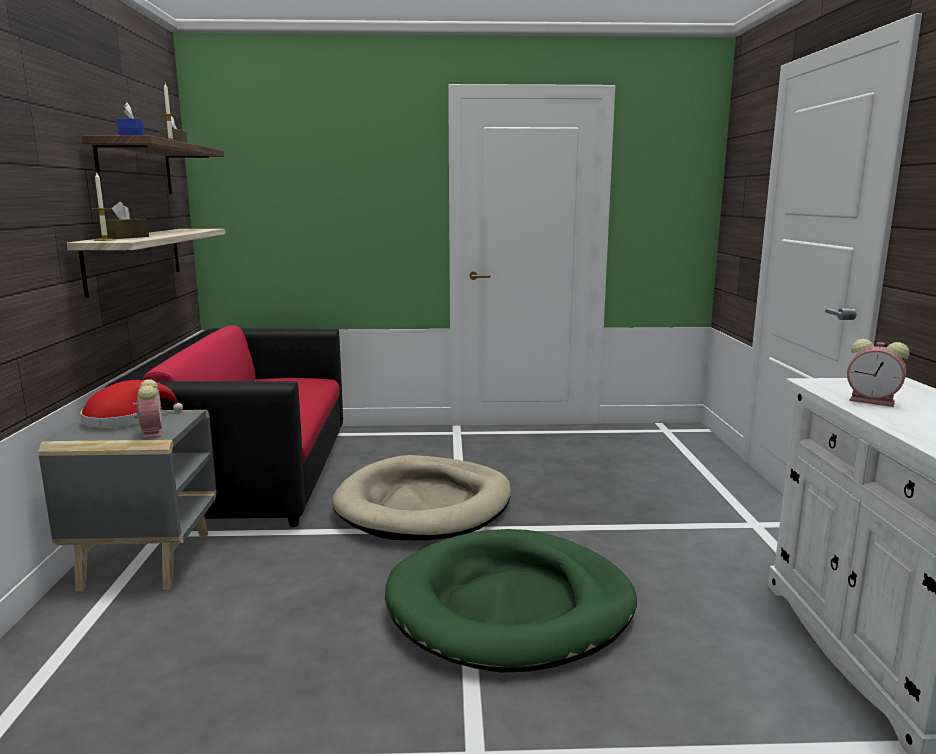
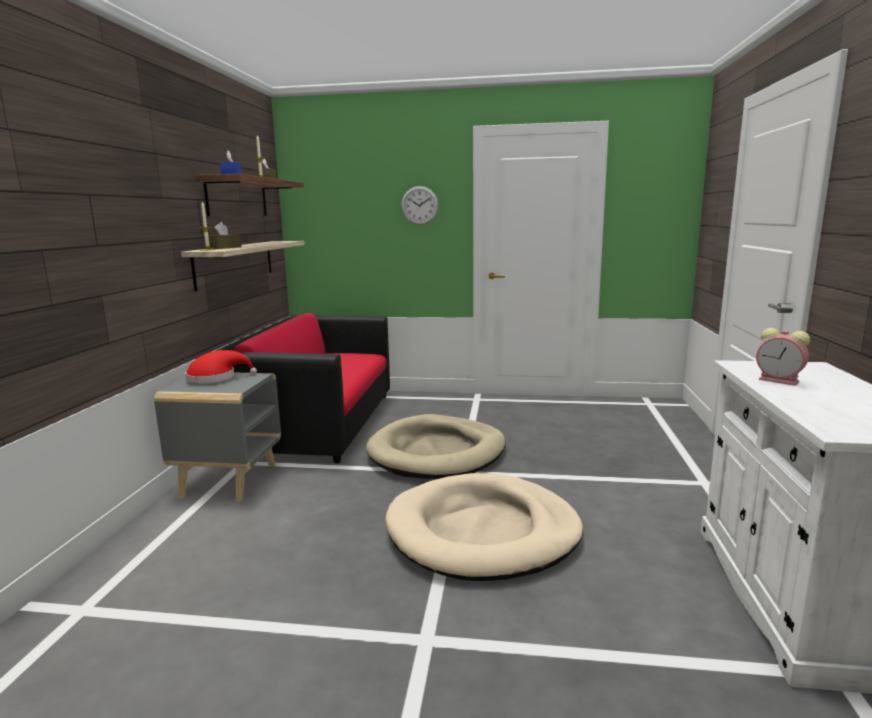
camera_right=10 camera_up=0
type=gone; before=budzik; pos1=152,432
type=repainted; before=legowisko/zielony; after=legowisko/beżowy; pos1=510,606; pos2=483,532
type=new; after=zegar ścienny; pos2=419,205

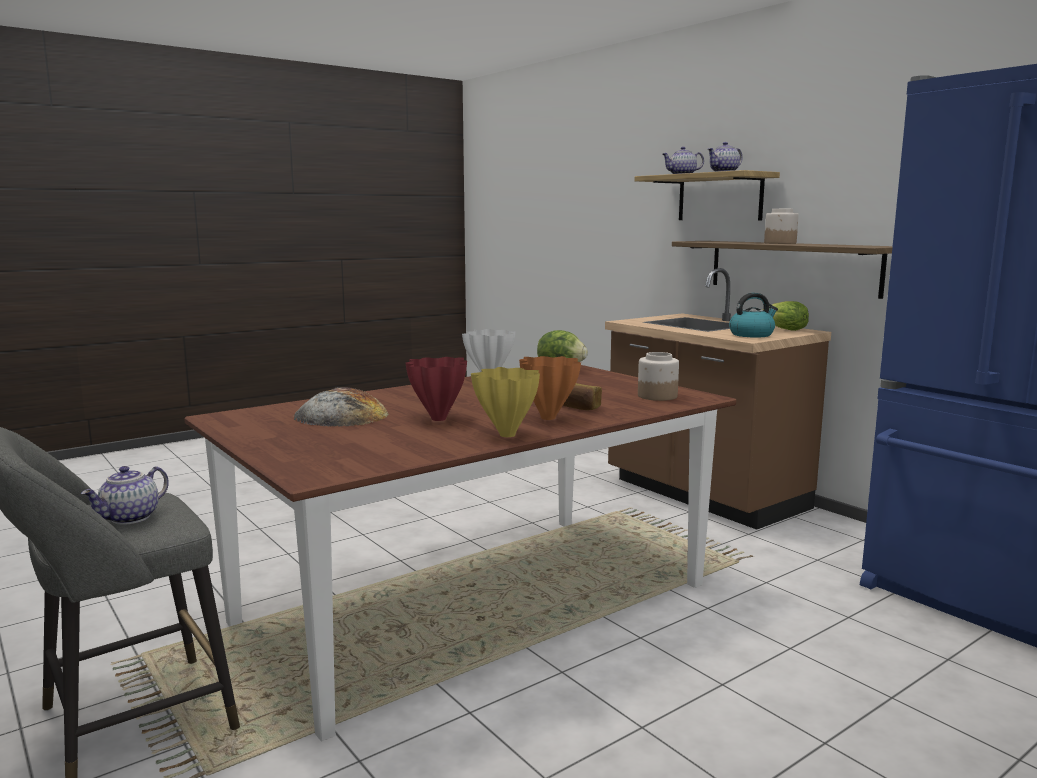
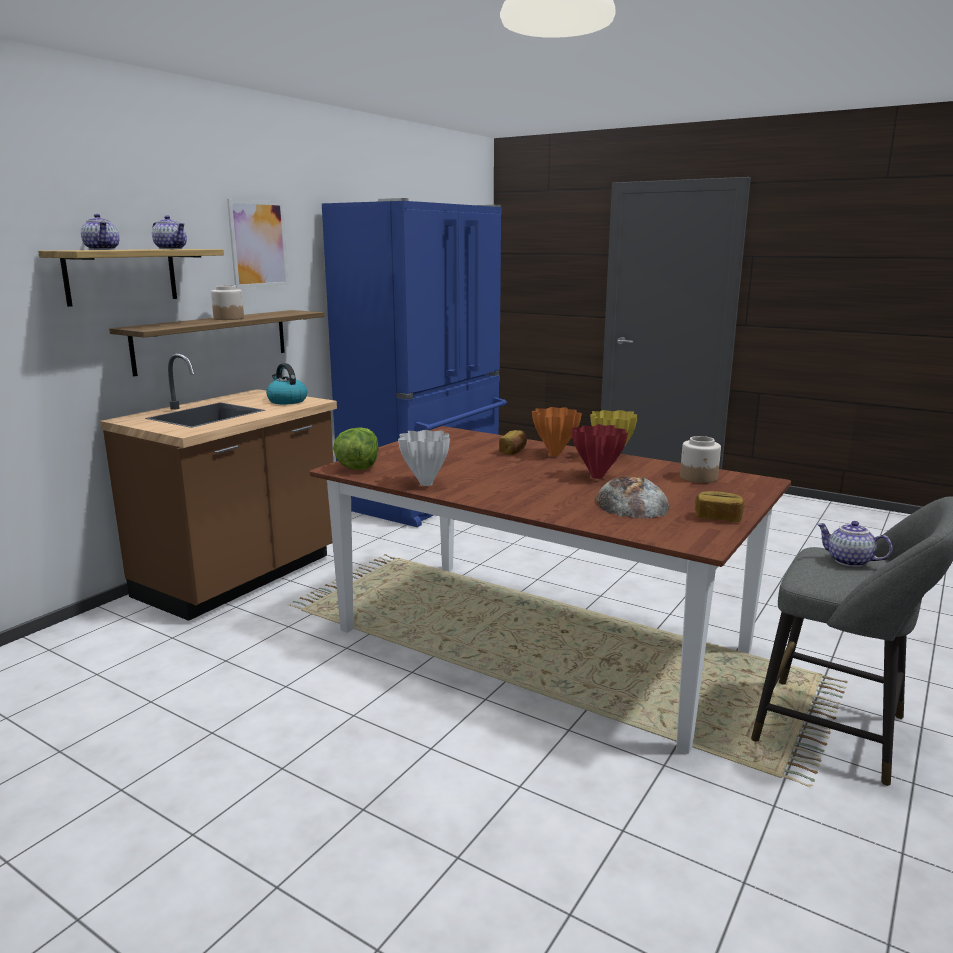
camera_right=-110 camera_up=5
type=rotated; before=imbryk; pos1=130,518; pos2=848,561; turn=-150
type=shifted; before=słoik; pos1=657,396; pos2=699,477
type=gone; before=sałata; pos1=784,329
type=new; after=obraz; pos2=258,244
type=new; after=chleb; pos2=718,518

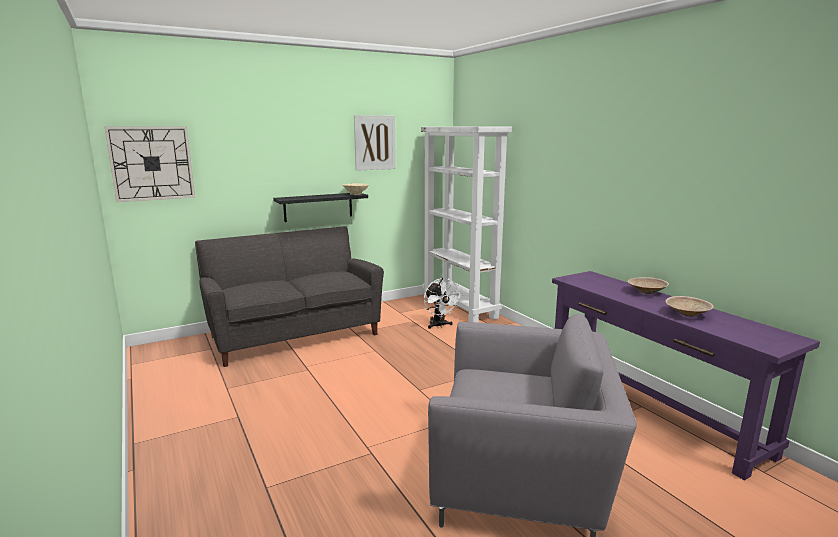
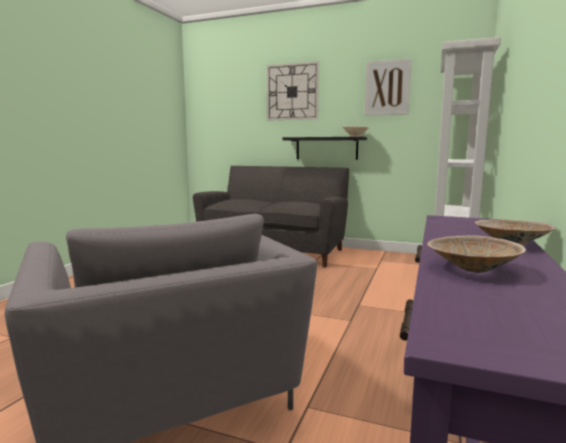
camera_right=50 camera_up=-5
type=shifted; before=zegar ścienny; pos1=152,163; pos2=292,92
type=gone; before=wentylator/biały; pos1=439,325

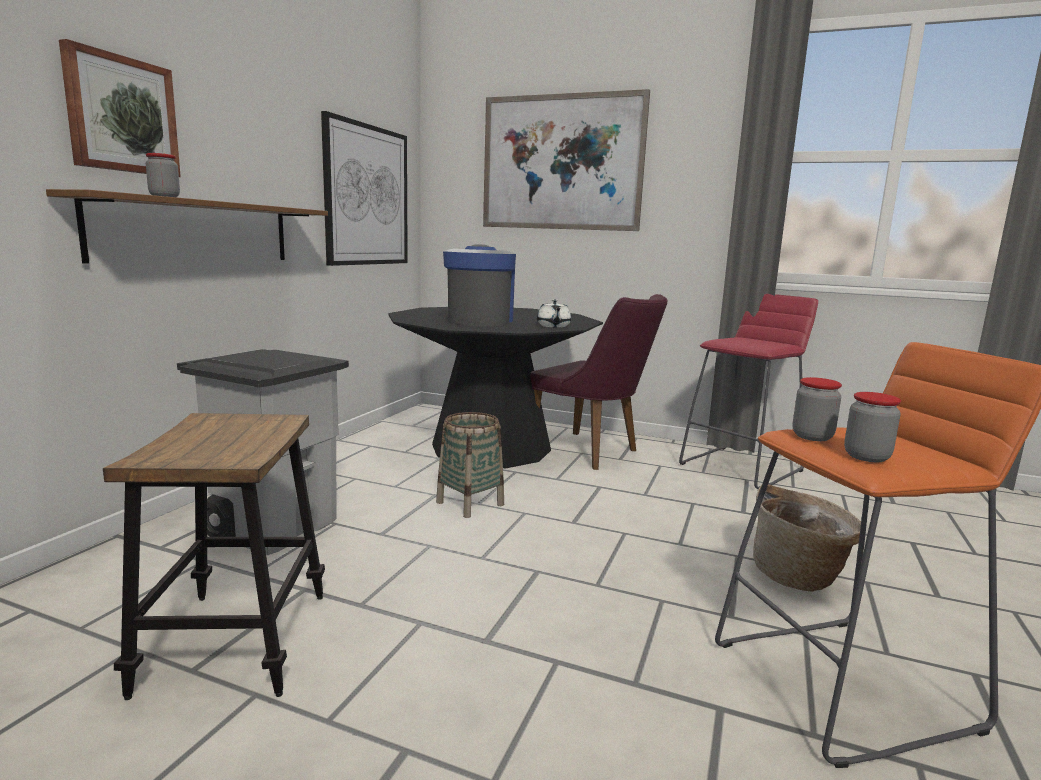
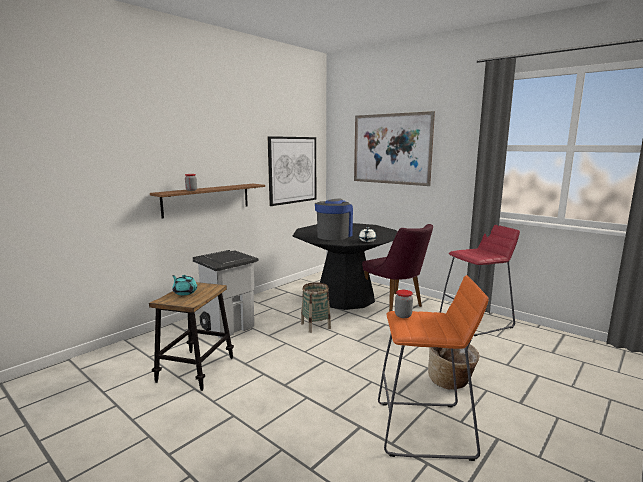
camera_right=20 camera_up=0
type=gone; before=obraz; pos1=121,115
type=gone; before=słoik; pos1=866,457
type=new; after=imbryk/turkusowy; pos2=185,292

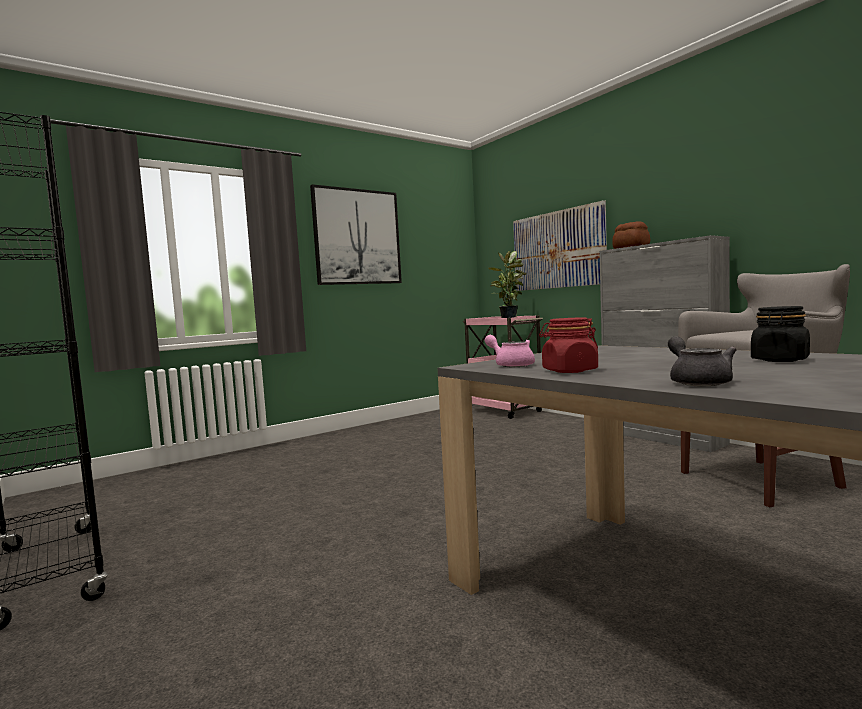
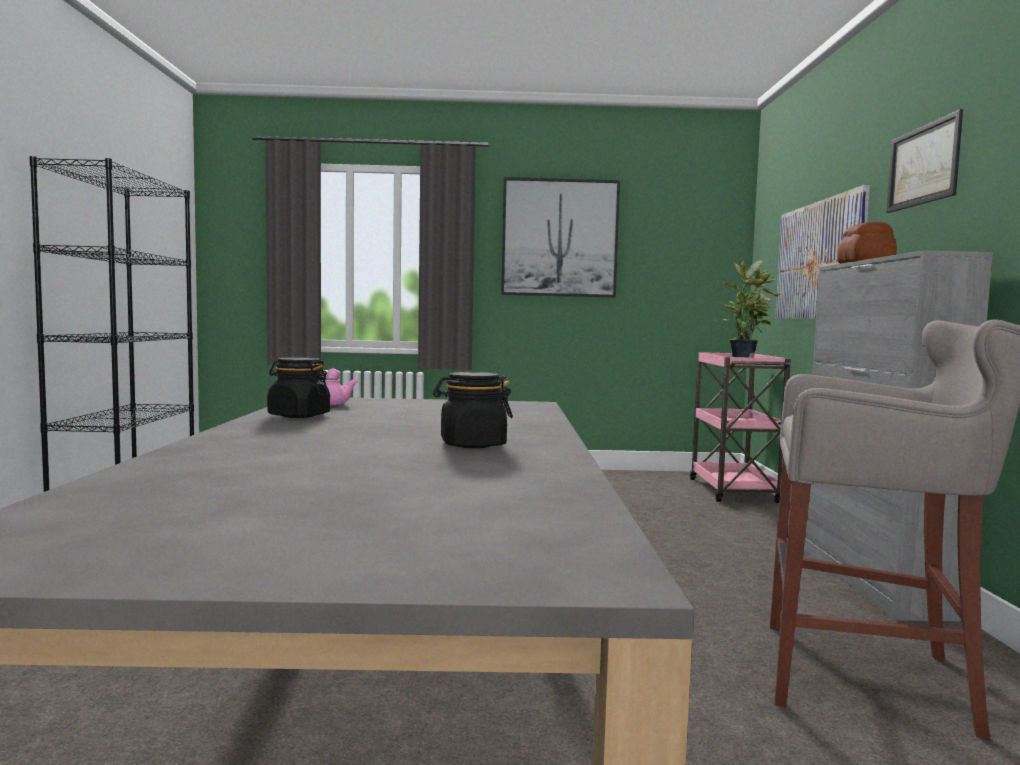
camera_right=35 camera_up=0
type=repainted; before=słoik/czerwony; after=słoik/czarny; pos1=569,371; pos2=298,415
type=gone; before=imbryk/szary; pos1=697,382
type=new; after=obraz; pos2=923,165

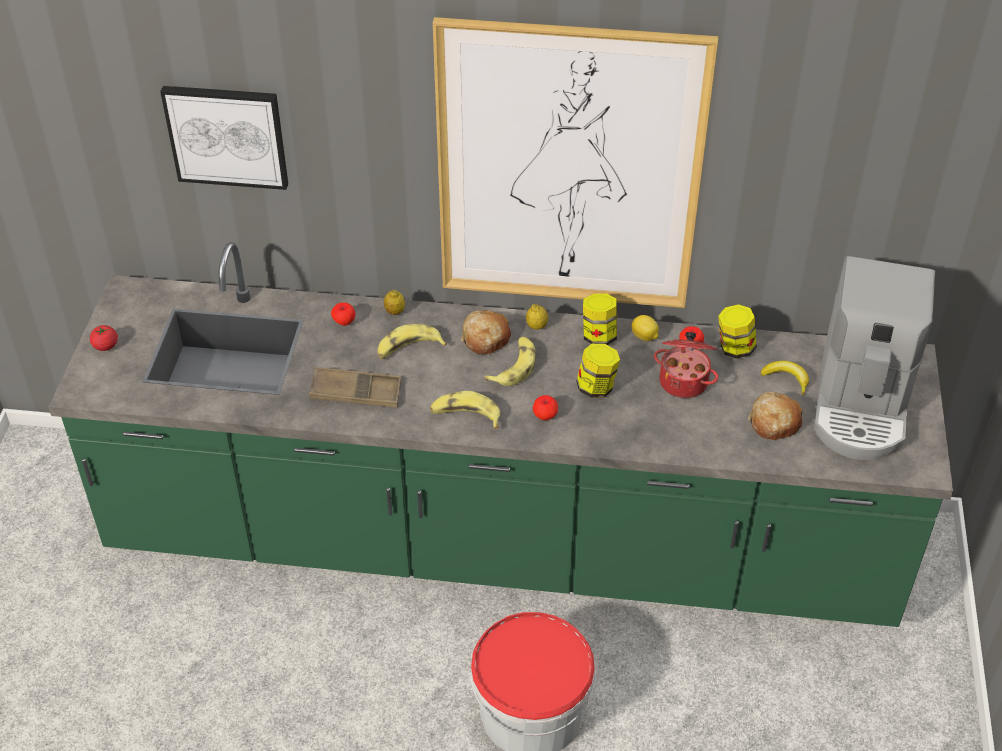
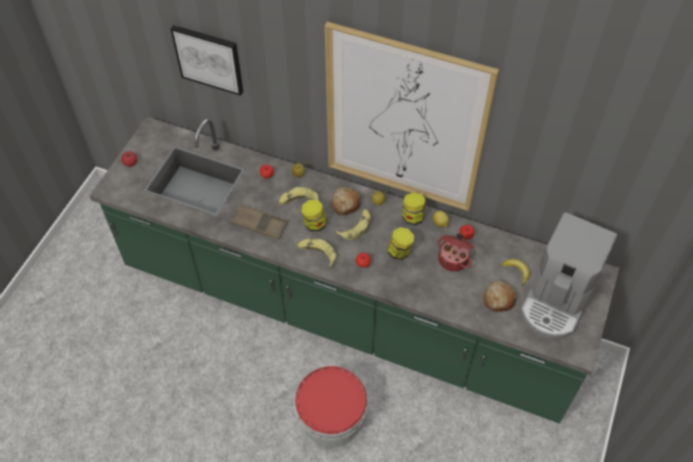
camera_right=15 camera_up=10
type=shifted; before=słoik; pos1=734,348; pos2=314,224

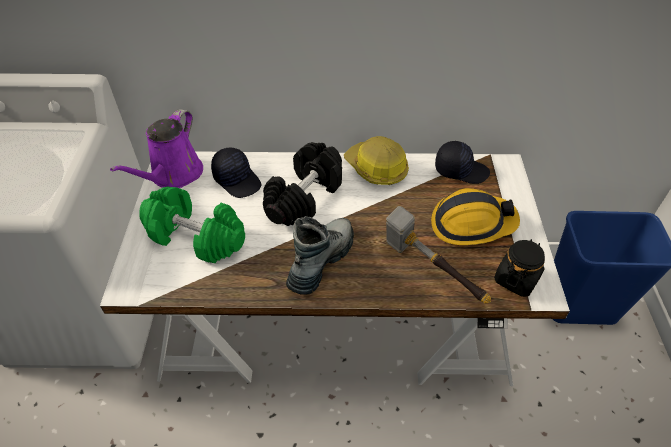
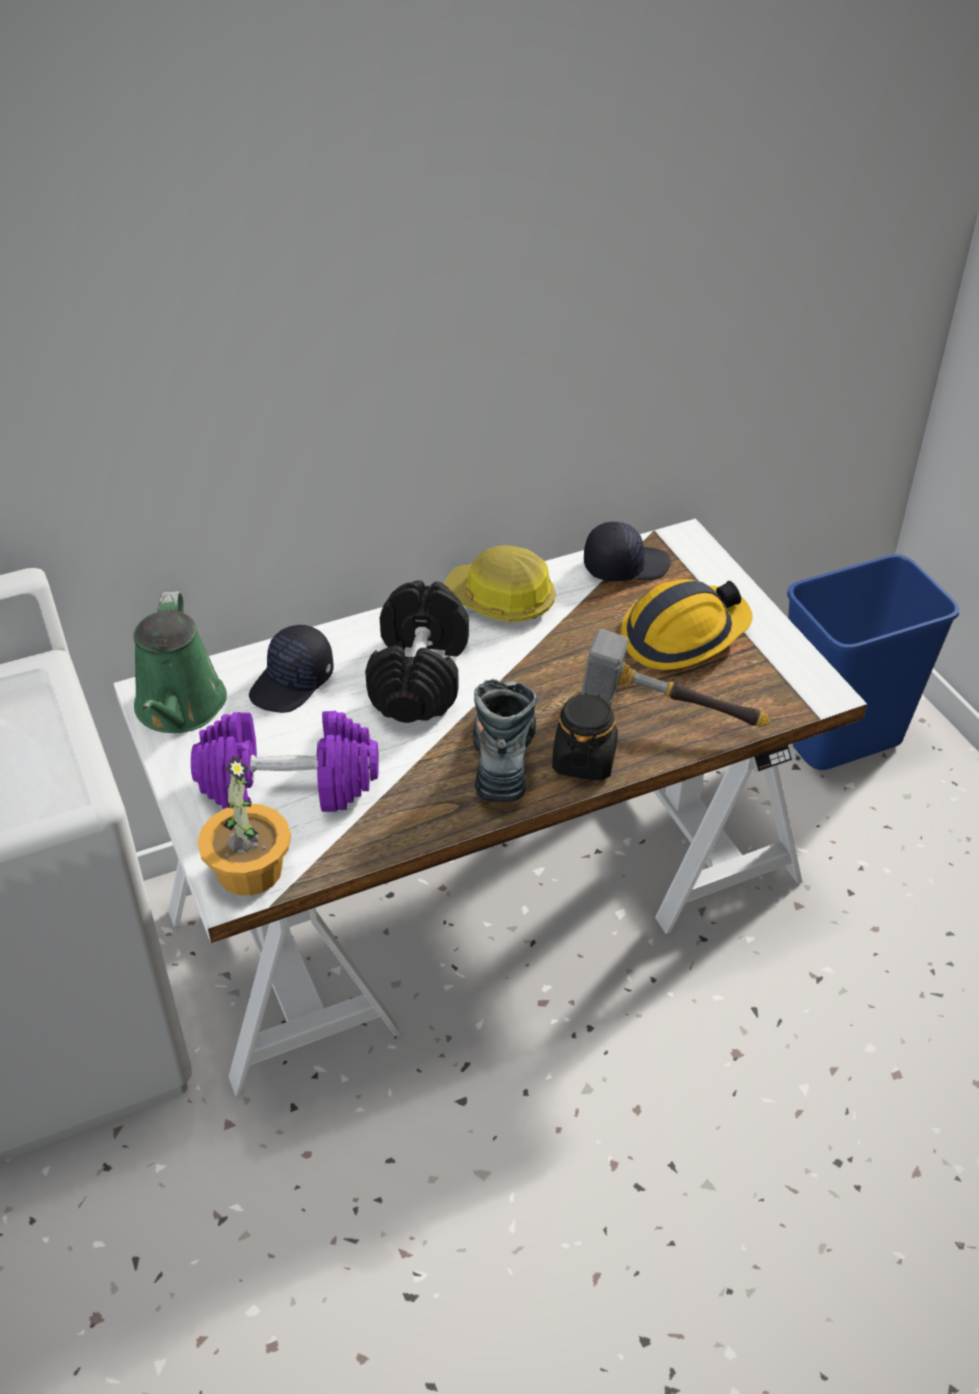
camera_right=-25 camera_up=-5
type=repainted; before=konewka/fioletowy; after=konewka/zielony; pos1=173,175; pos2=179,709
type=repainted; before=hantel/zielony; after=hantel/fioletowy; pos1=197,237; pos2=289,784
type=rotated; before=czapka z daszkiem/czarny; pos1=237,180; pos2=293,683; turn=105
type=shifted; before=słoik/czarny; pos1=516,279; pos2=584,760
type=new; after=roślina doniczkowa; pos2=248,870

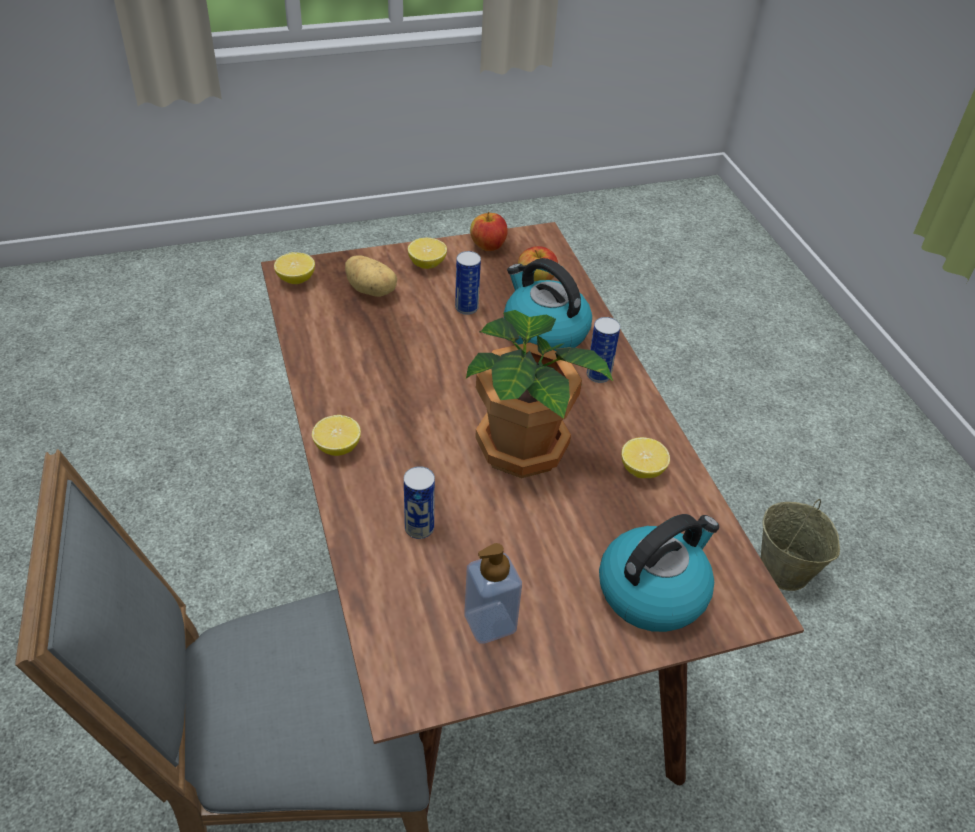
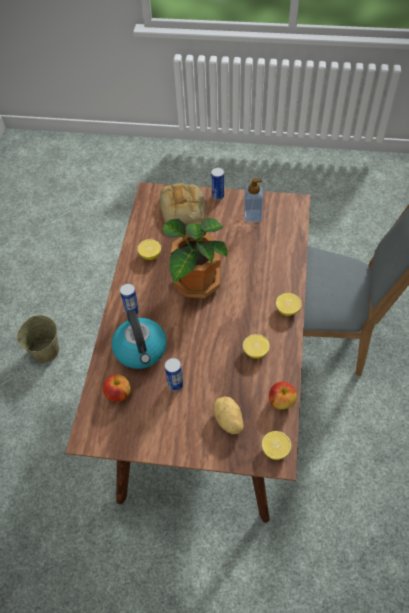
camera_right=-150 camera_up=10
type=shifted; before=puszka; pos1=419,528; pos2=218,196
type=shifted; before=cytryna; pos1=427,264; pos2=255,351
type=shifted; before=jabłko; pos1=488,246; pos2=281,401
type=swapped; before=czajnik; after=chleb; pos1=653,591; pos2=183,208

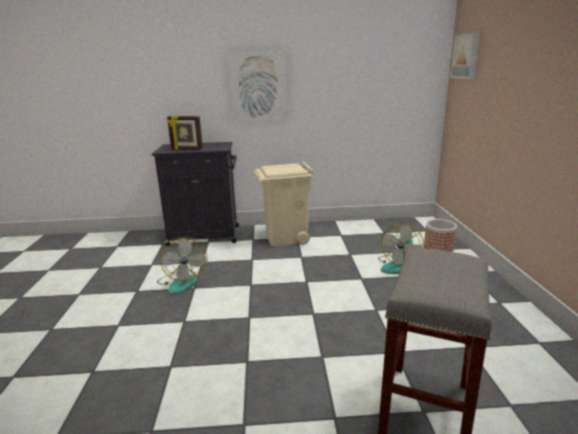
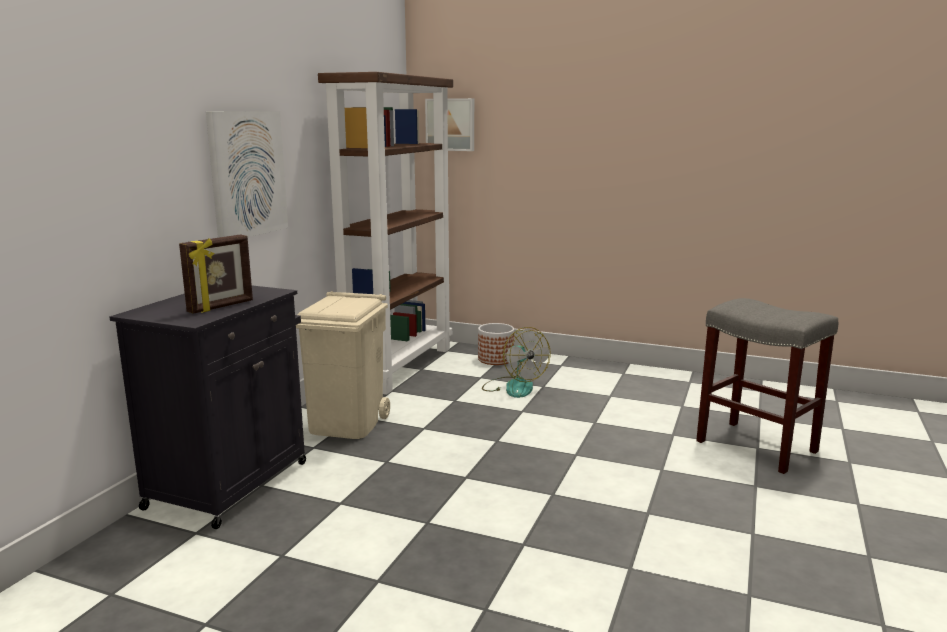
camera_right=-65 camera_up=-5
type=gone; before=wentylator; pos1=182,282
type=new; after=regał/brązowy; pos2=399,366

